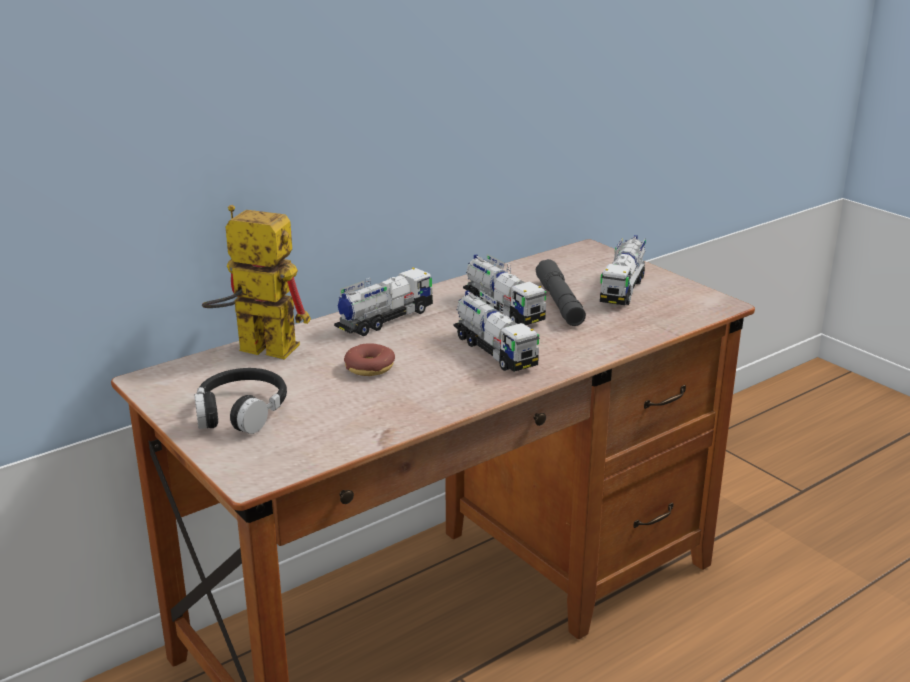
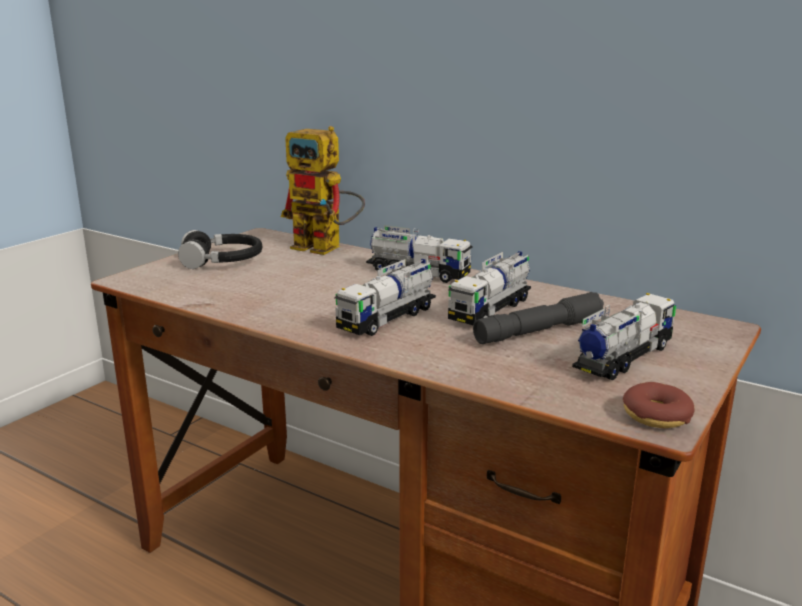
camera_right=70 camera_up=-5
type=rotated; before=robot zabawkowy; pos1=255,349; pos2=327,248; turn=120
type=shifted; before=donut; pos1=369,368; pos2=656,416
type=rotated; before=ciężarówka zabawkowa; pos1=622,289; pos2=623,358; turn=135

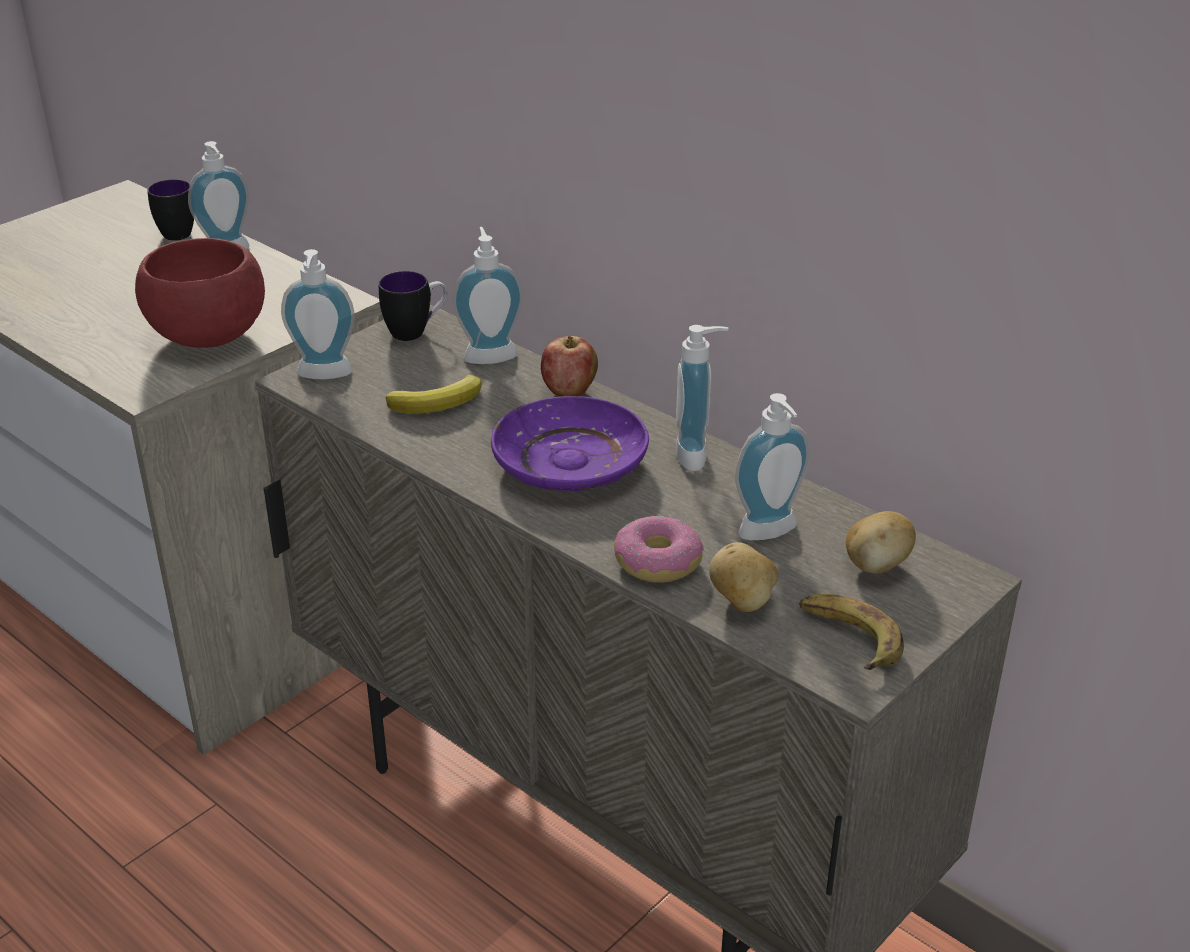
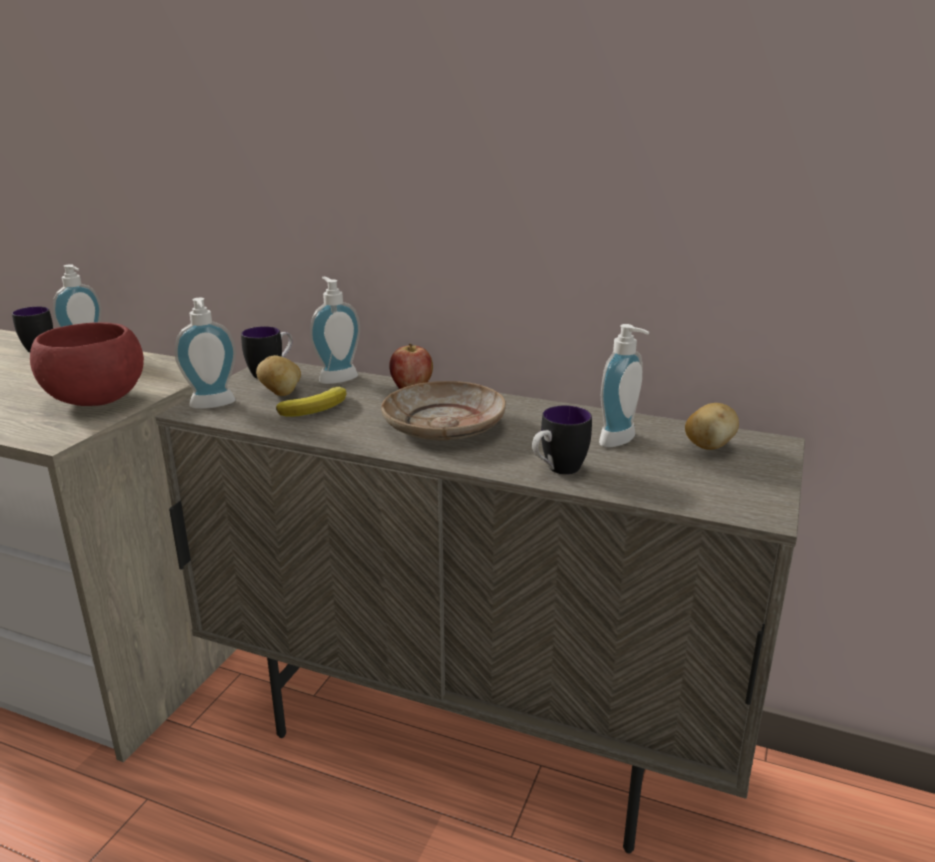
camera_right=-20 camera_up=-10
type=repainted; before=talerz/fioletowy; after=talerz/beżowy; pos1=570,463; pos2=444,426
type=swapped; before=donut; after=kubek; pos1=657,562; pos2=557,470
type=gone; before=dozownik mydła; pos1=698,455
type=shifted; before=ziemniak; pos1=742,601; pos2=281,393
type=gone; before=banan; pos1=848,637

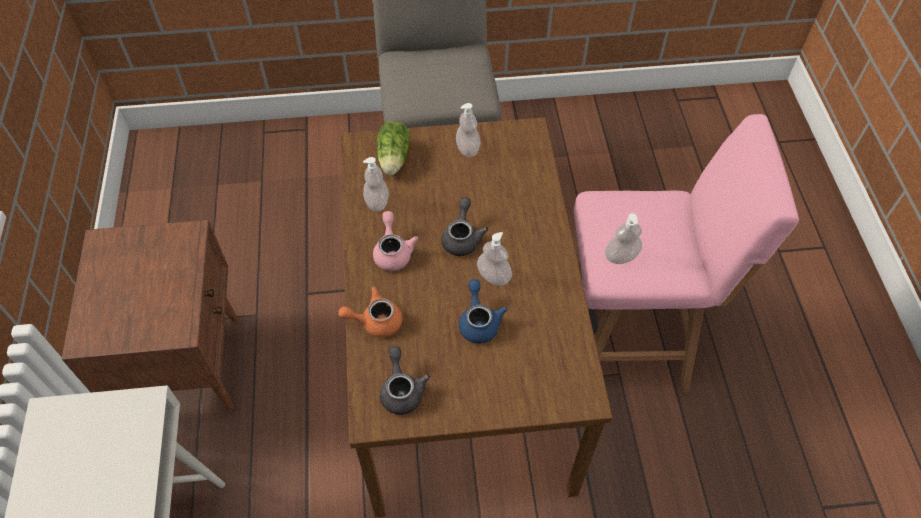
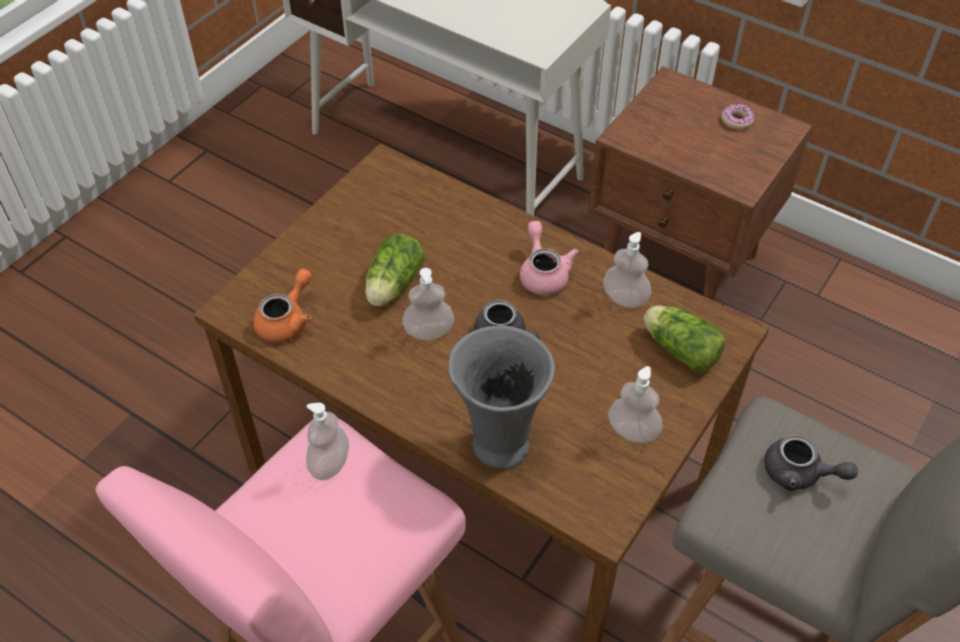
camera_right=130 camera_up=-5
type=shifted; before=imbryk/pomarańczowy; pos1=375,321; pos2=287,320
type=rotated; before=imbryk/różowy; pos1=393,251; pos2=543,273; turn=-135
type=shifted; before=imbryk/szary; pos1=402,389; pos2=799,474
type=swapped; before=imbryk/niebieski; after=sałata; pos1=479,321; pos2=392,286
type=new; after=wazon/szary; pos2=498,444
type=new; after=donut; pos2=736,120

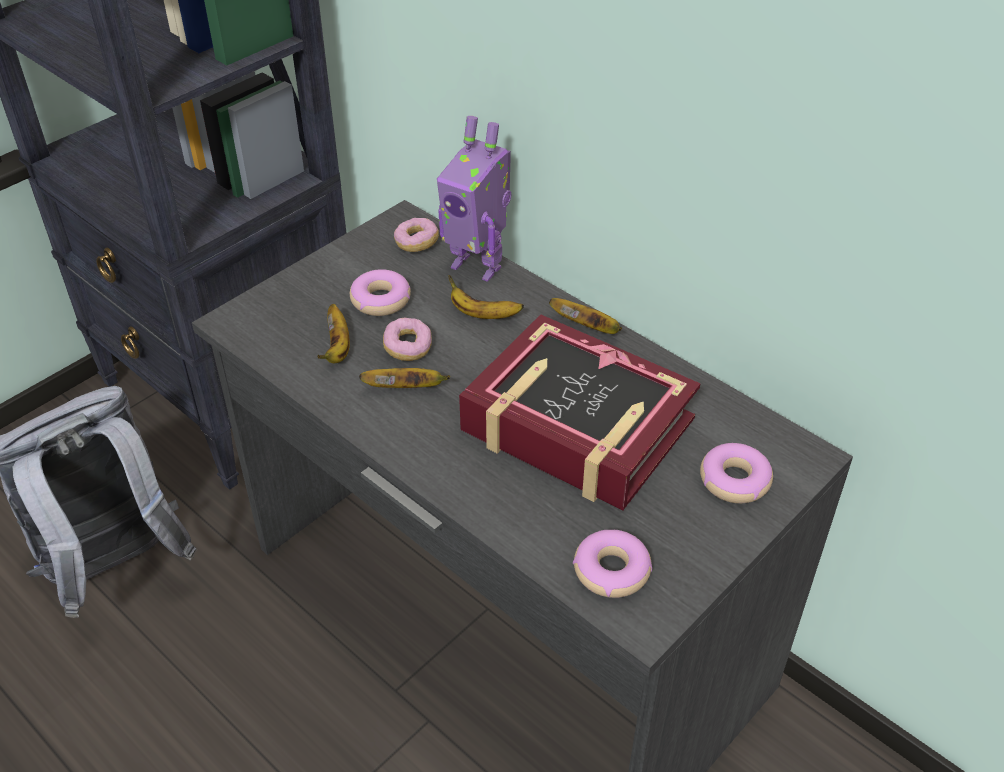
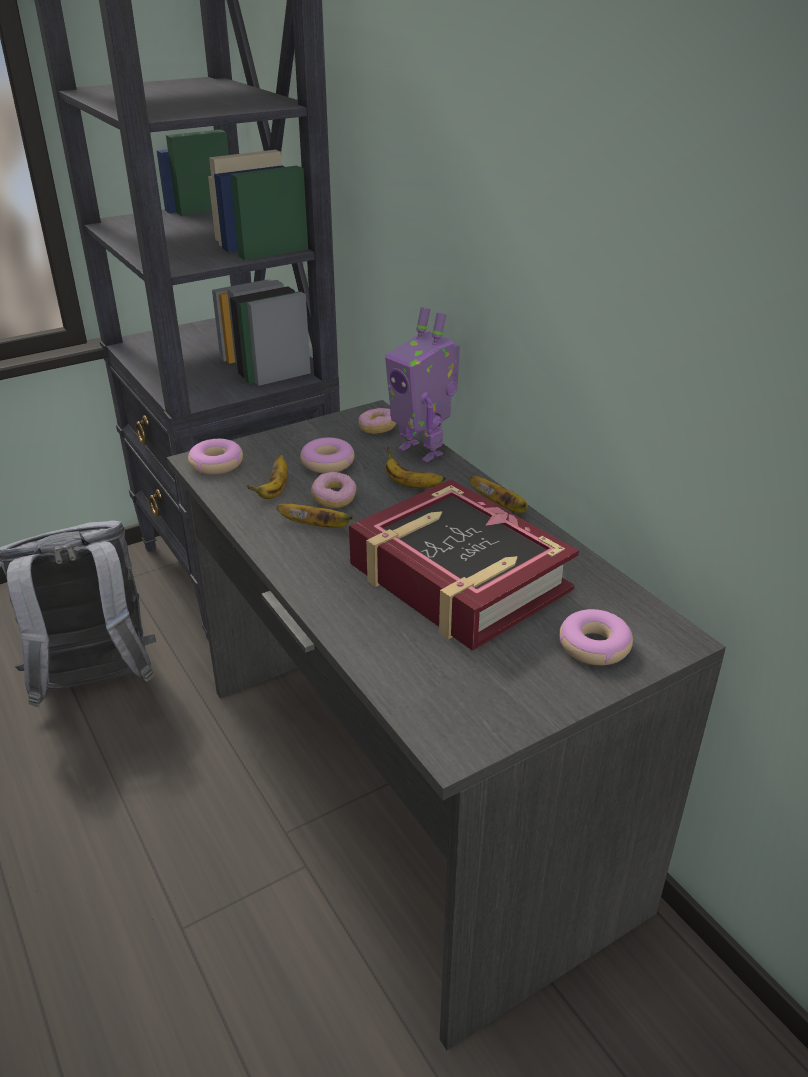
camera_right=15 camera_up=-10
type=shifted; before=donut; pos1=611,570; pos2=216,464

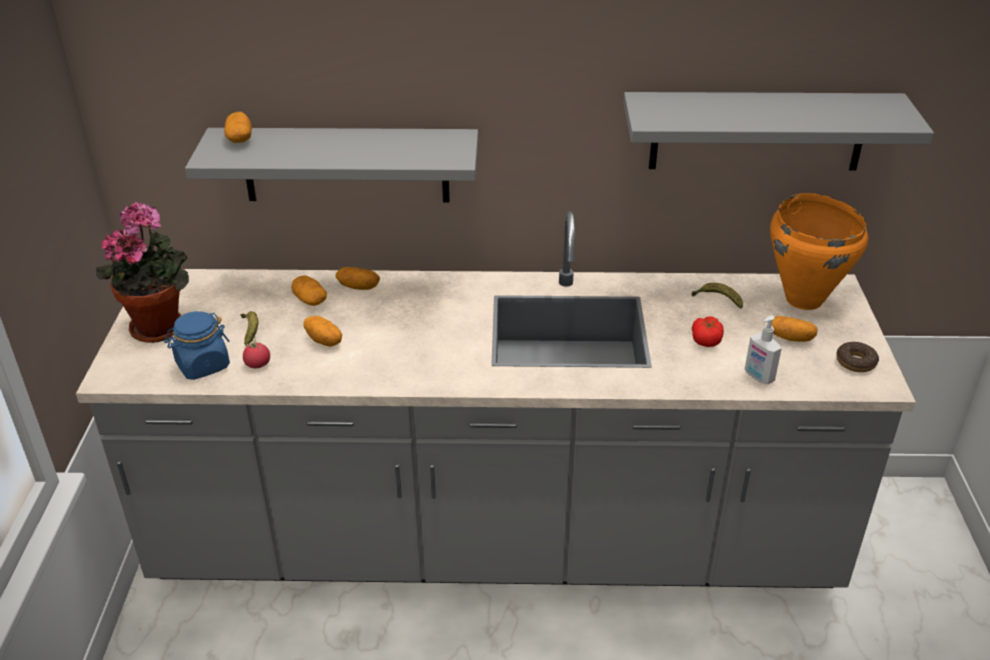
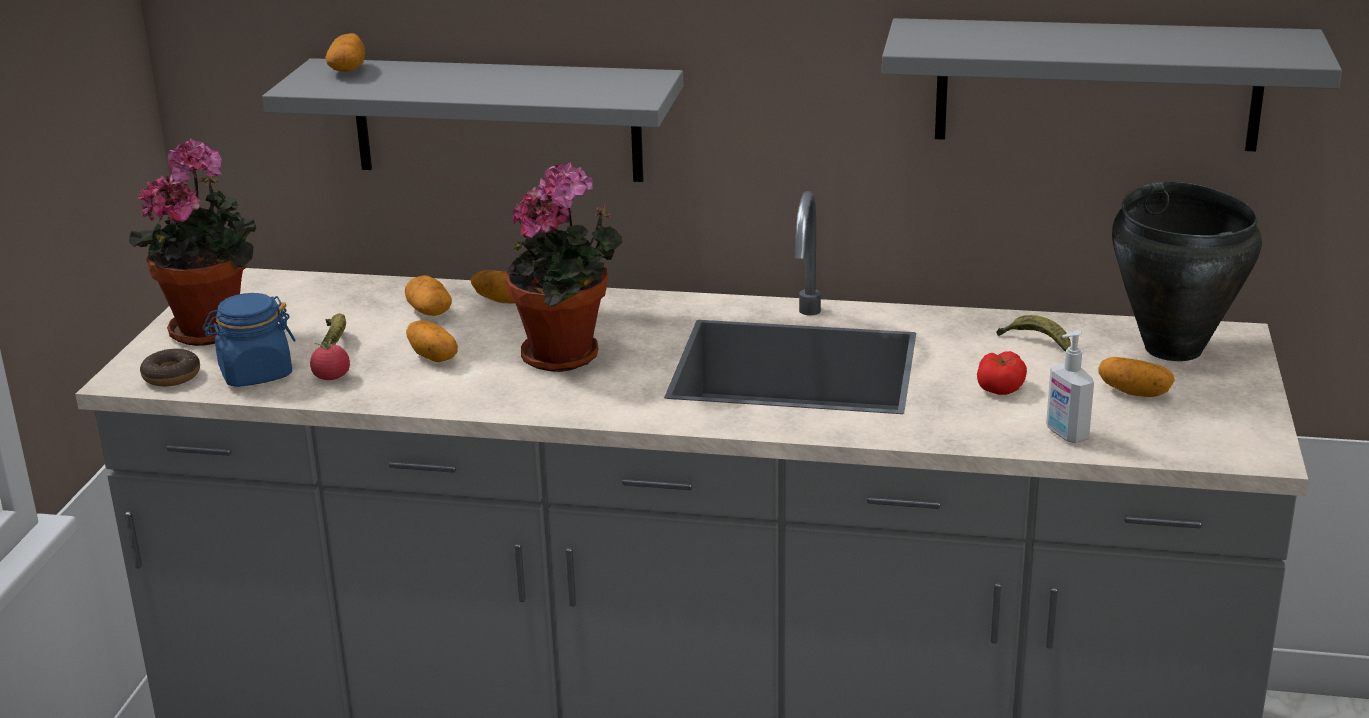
camera_right=10 camera_up=-10
type=repainted; before=garnek/pomarańczowy; after=garnek/czarny; pos1=804,299; pos2=1173,348
type=shifted; before=donut; pos1=855,362; pos2=171,376
type=new; after=roślina doniczkowa; pos2=568,356

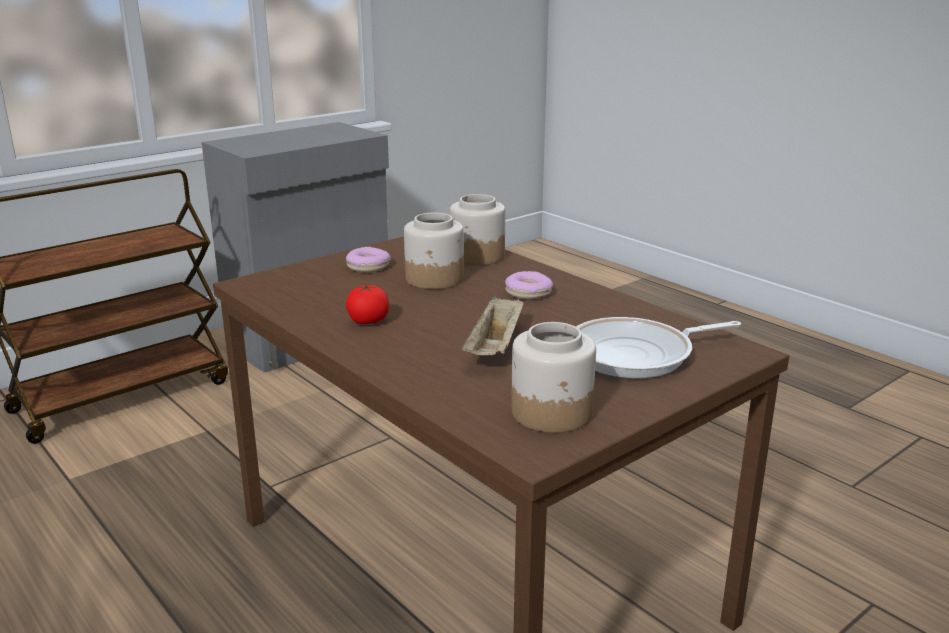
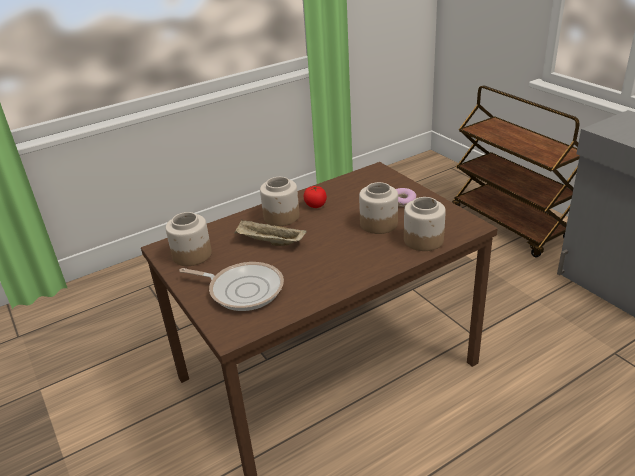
camera_right=100 camera_up=10
type=gone; before=donut; pos1=528,293
type=rotated; before=patelnia; pos1=637,355; pos2=243,289; turn=120
type=new; after=słoik; pos2=282,216

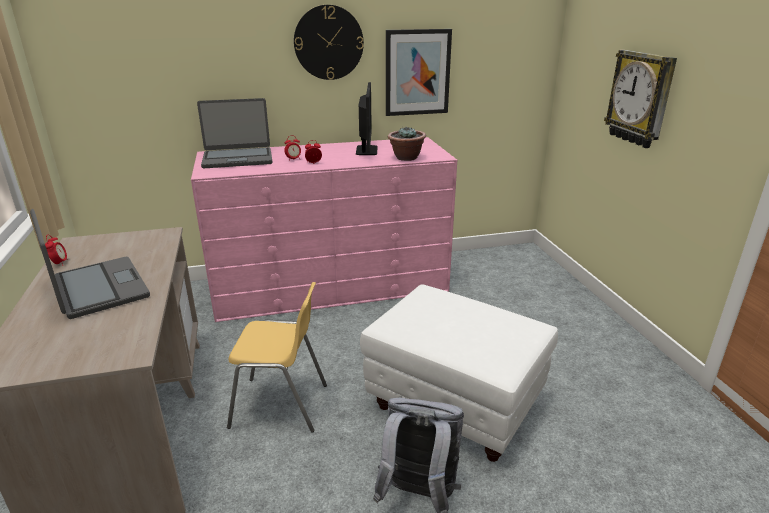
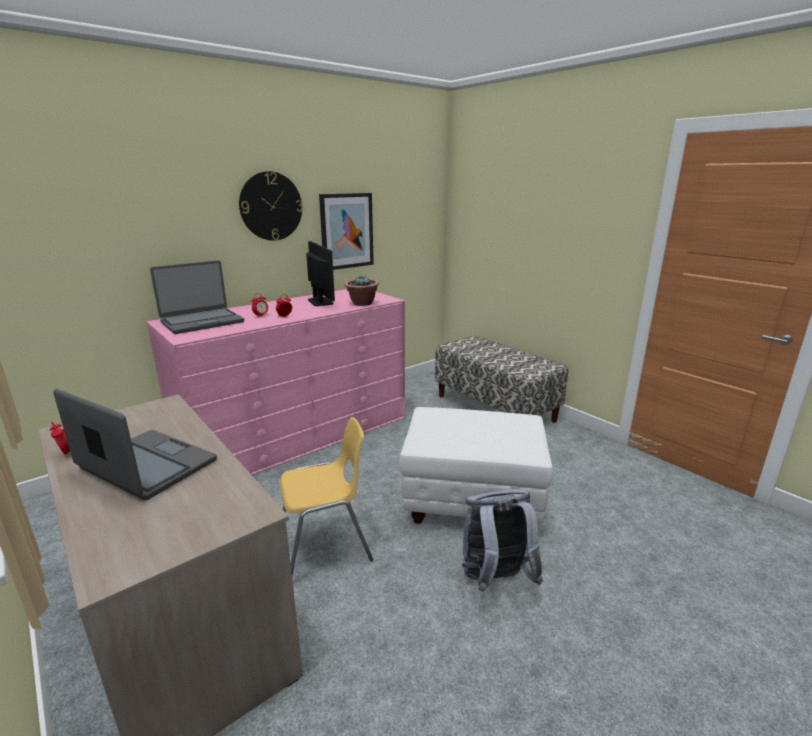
camera_right=-25 camera_up=-5
type=gone; before=zegar ścienny; pos1=640,98
type=new; after=ławka; pos2=495,408

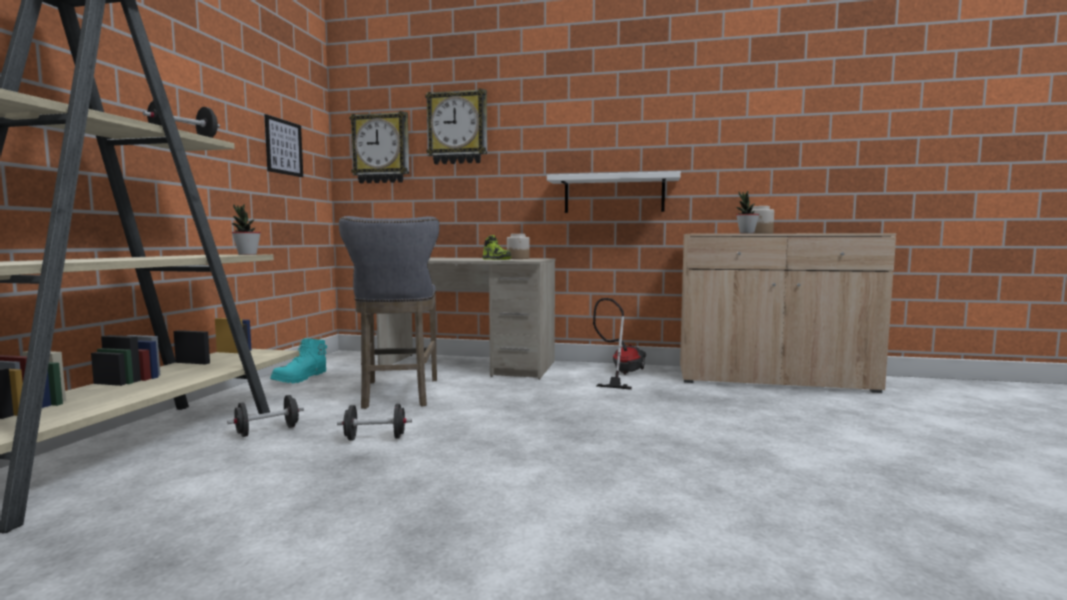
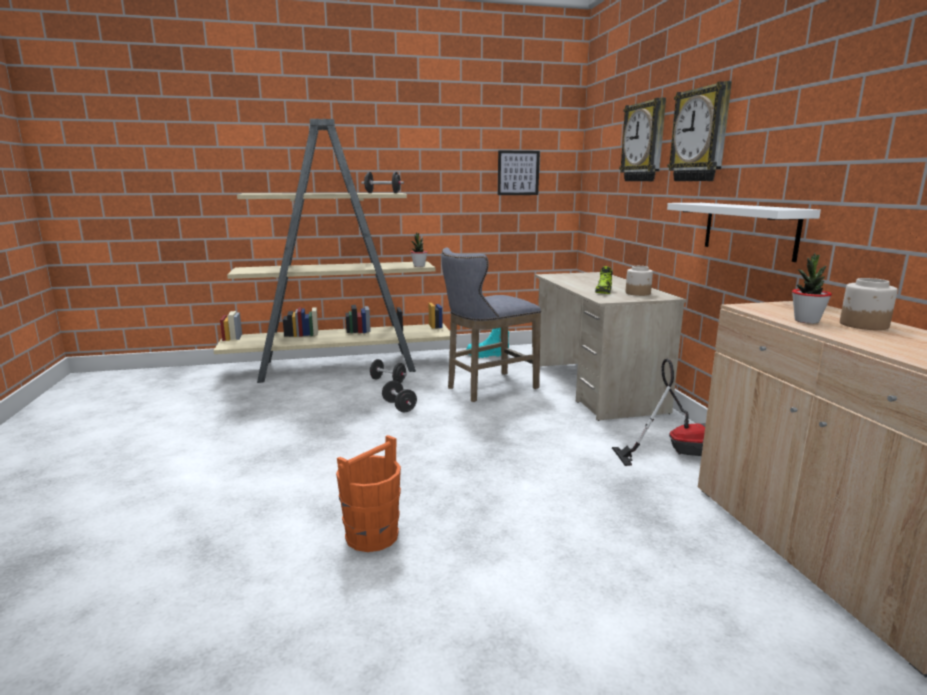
camera_right=65 camera_up=10
type=shifted; before=zegar ścienny; pos1=381,148; pos2=701,135
type=new; after=wiadro/pomarańczowy; pos2=372,535

